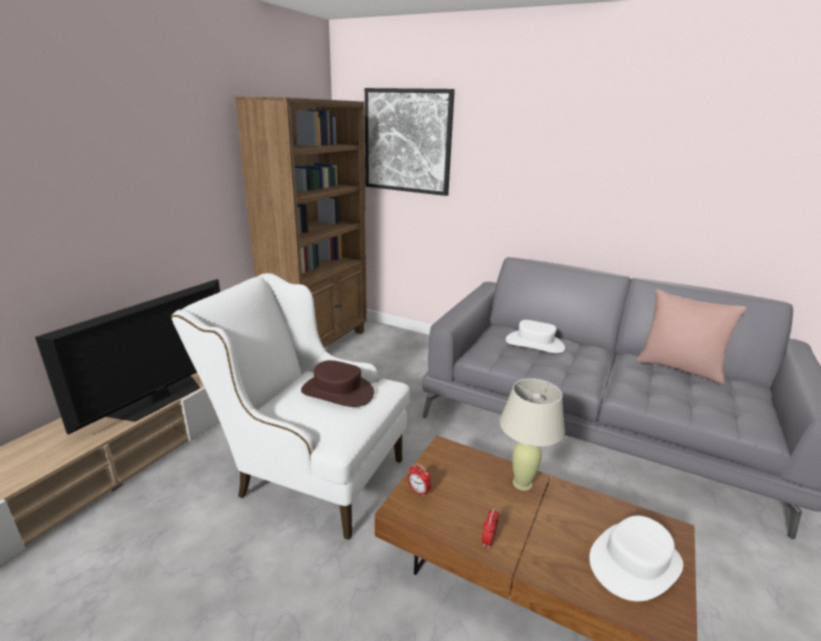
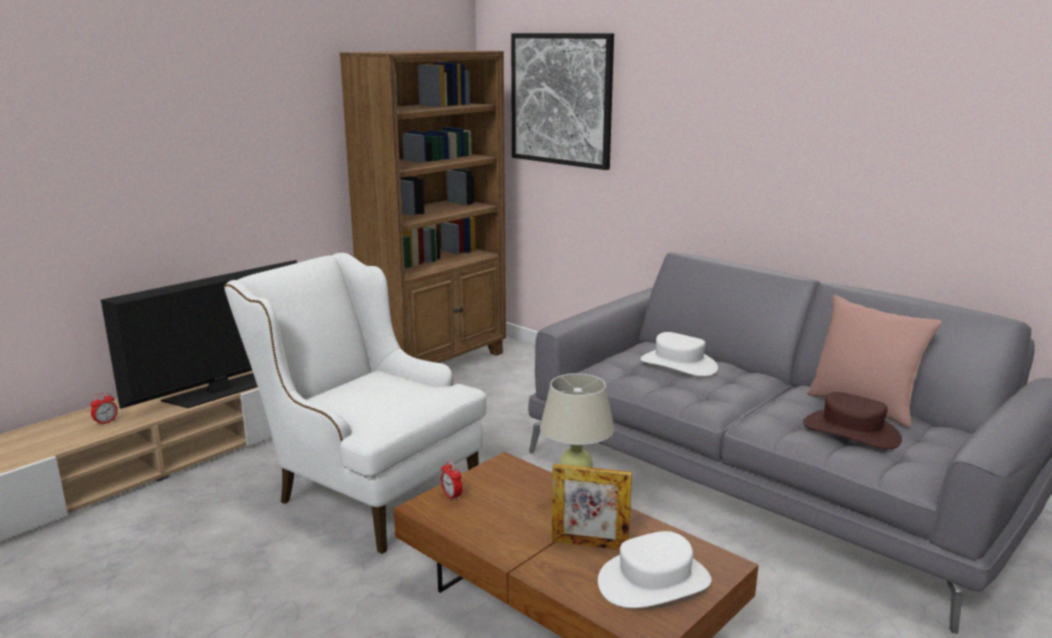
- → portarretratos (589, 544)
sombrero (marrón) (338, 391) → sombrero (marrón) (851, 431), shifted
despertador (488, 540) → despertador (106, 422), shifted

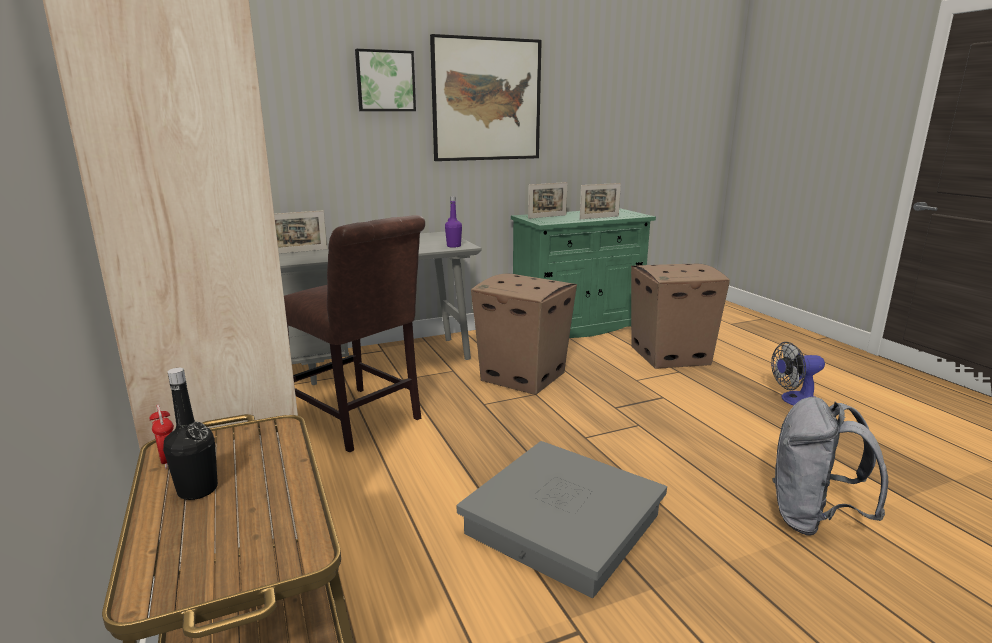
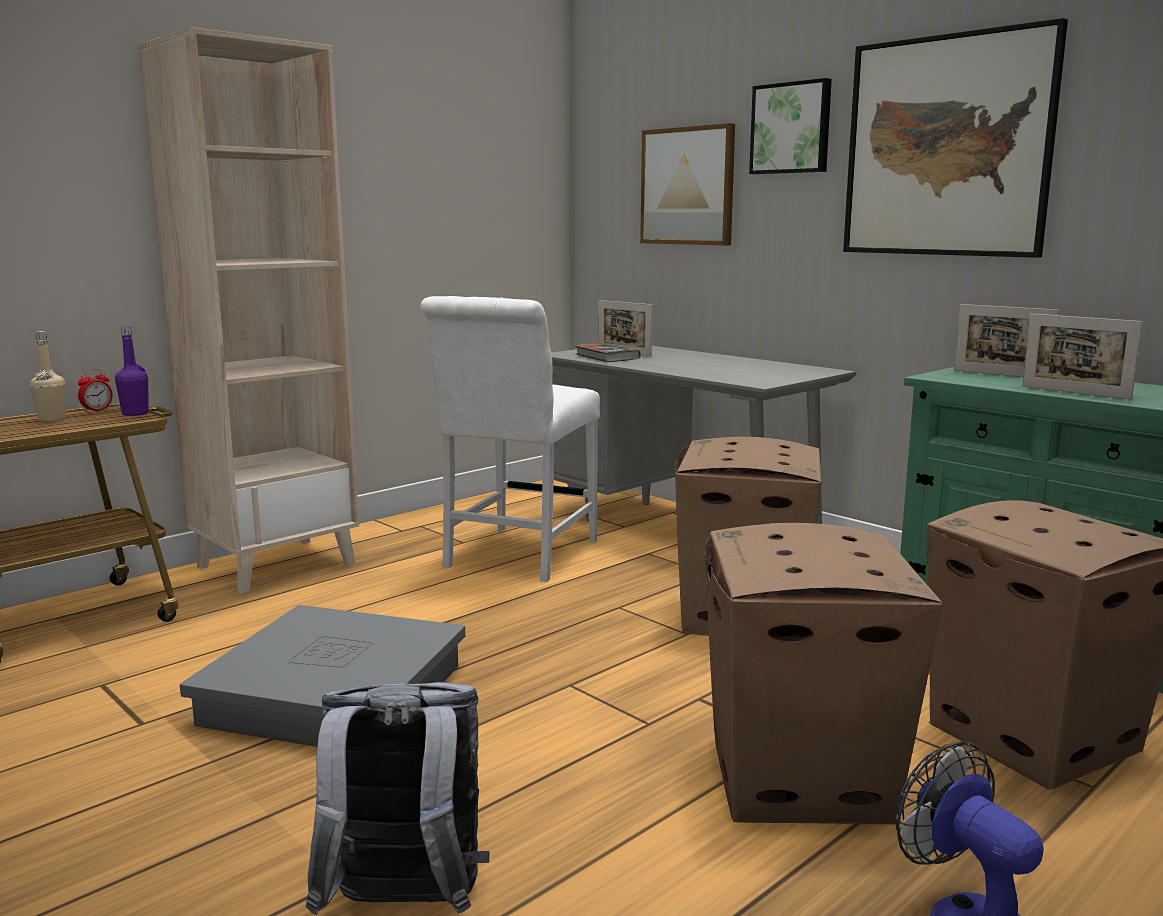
- → libro (607, 357)
- → cuadro (688, 186)
- → caja de cartón (801, 780)
botella (morado) (453, 246) → botella (morado) (135, 413), shifted
botella (negro) (197, 490) → botella (beis) (52, 420)
silla (marrón) (359, 420) → silla (blanco) (516, 556)

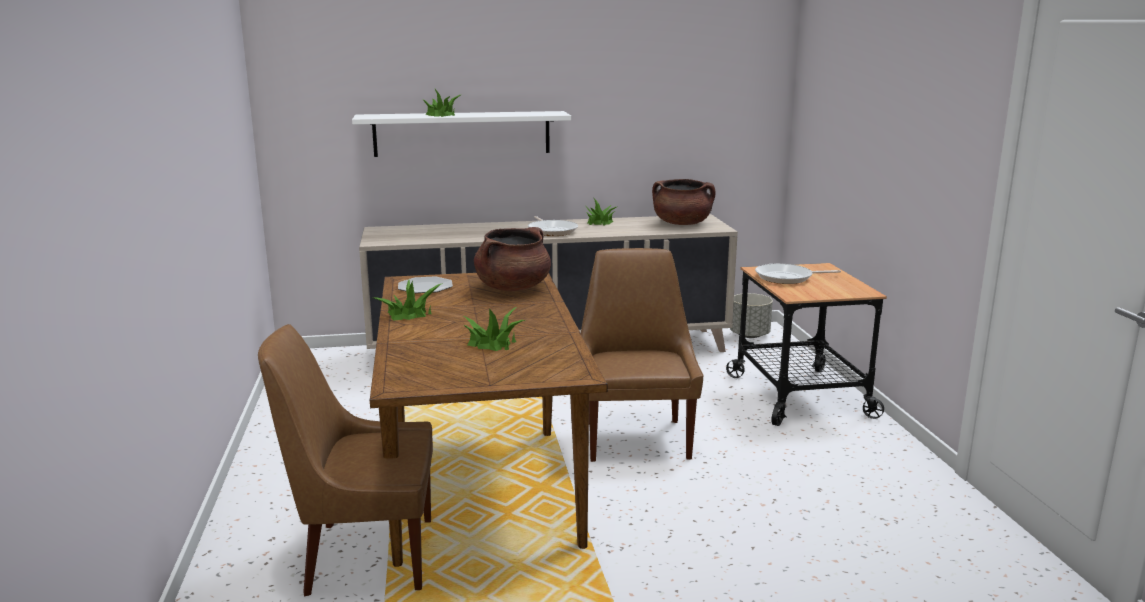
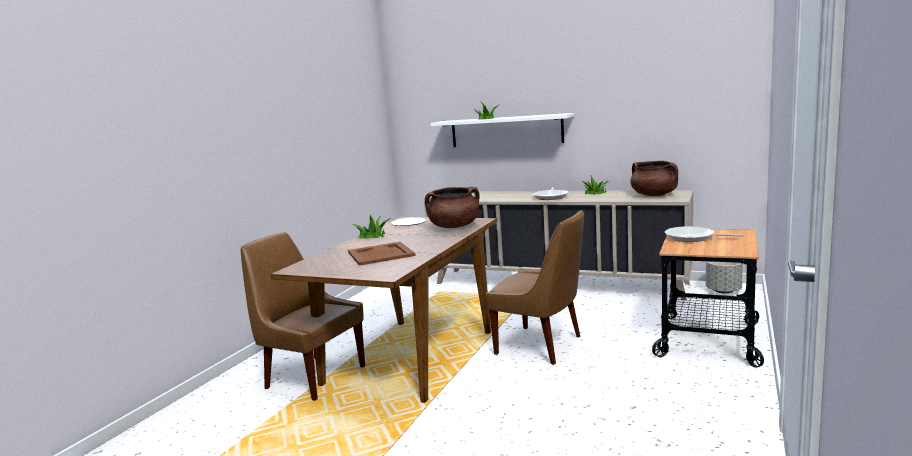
planta en maceta (492, 343) → bandeja (marrón) (380, 254)
silla (marrón) (636, 438) → silla (marrón) (542, 345), 90 degrees clockwise

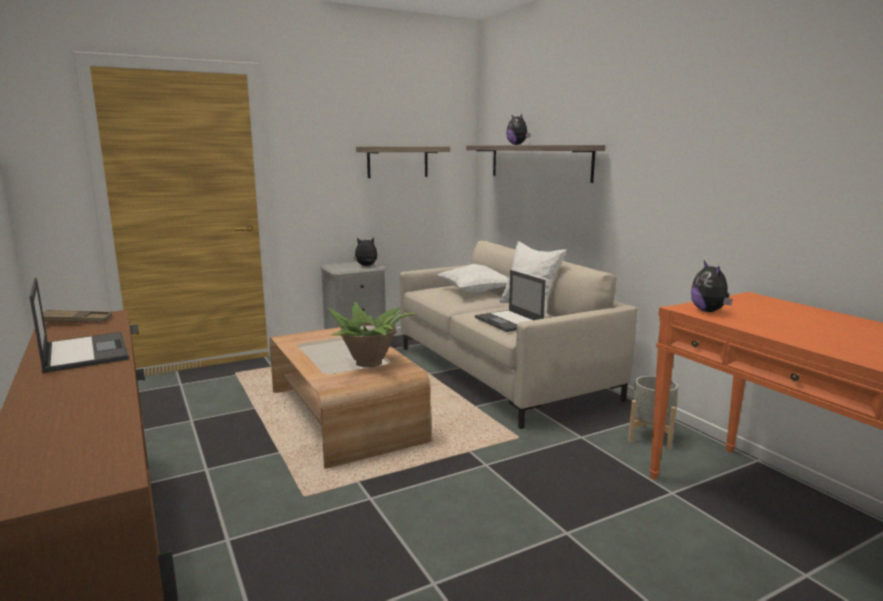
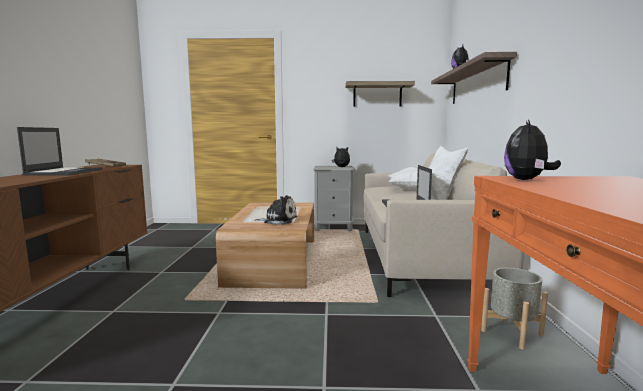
planta en maceta (369, 363) → peluche (278, 220)

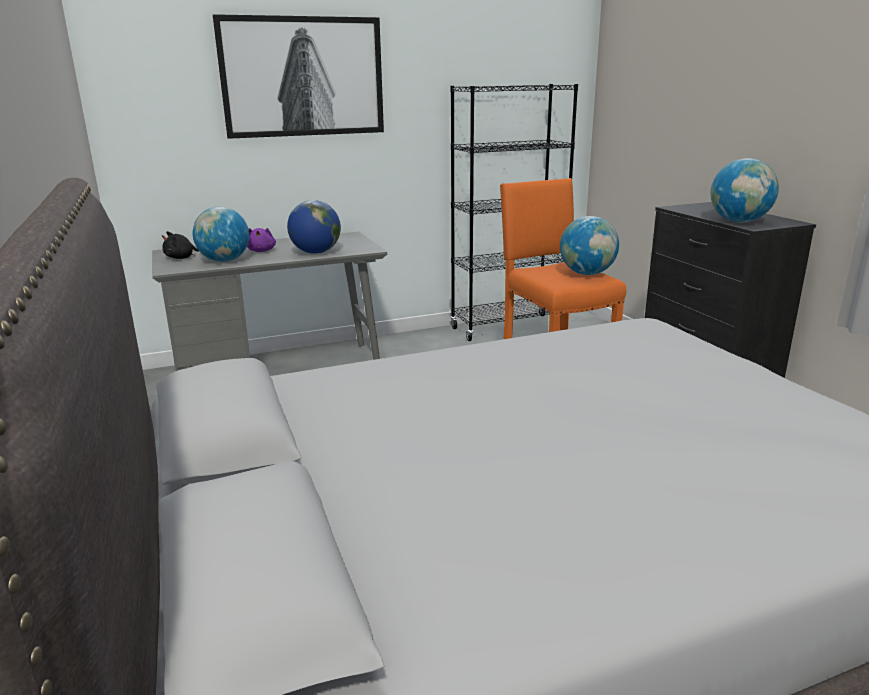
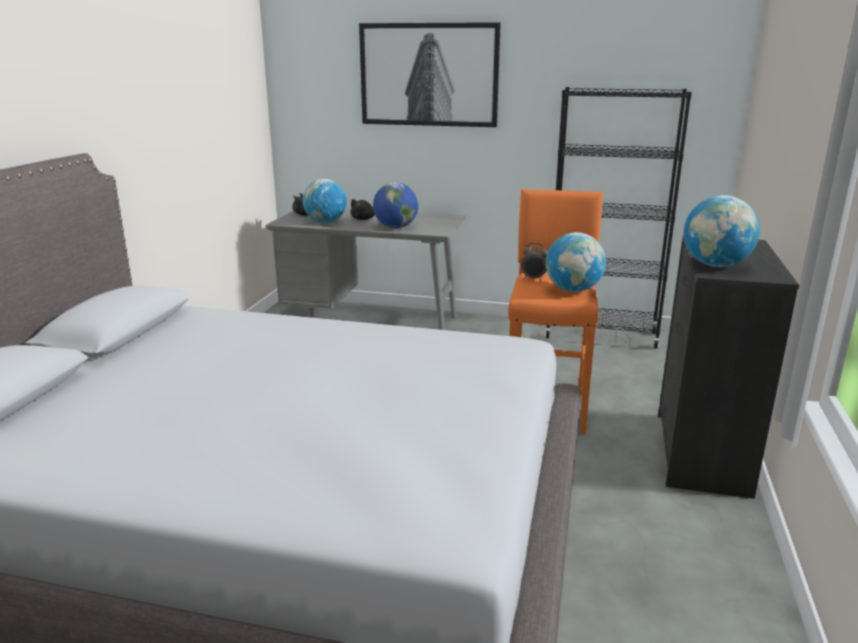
- → despertador (533, 279)
peluche (morado) (261, 251) → peluche (negro) (363, 219)

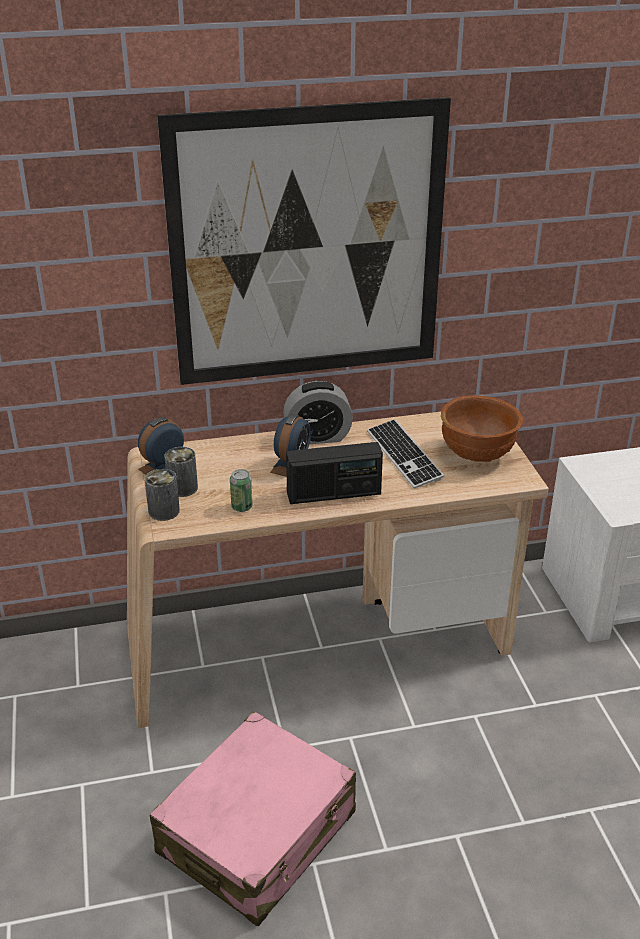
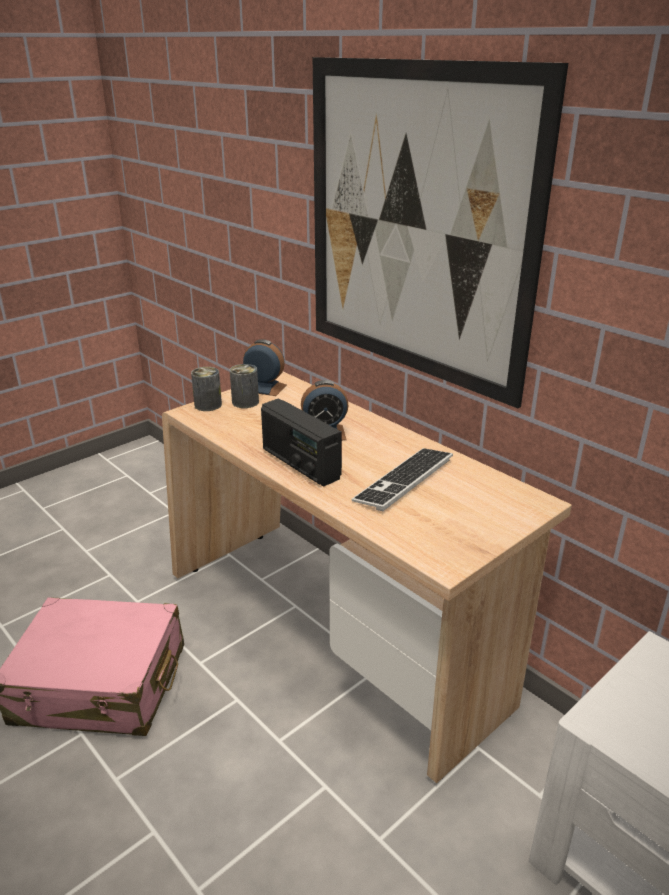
lata (242, 507) → -
despertador (317, 437) → -
cuenco (marrón) (478, 455) → -

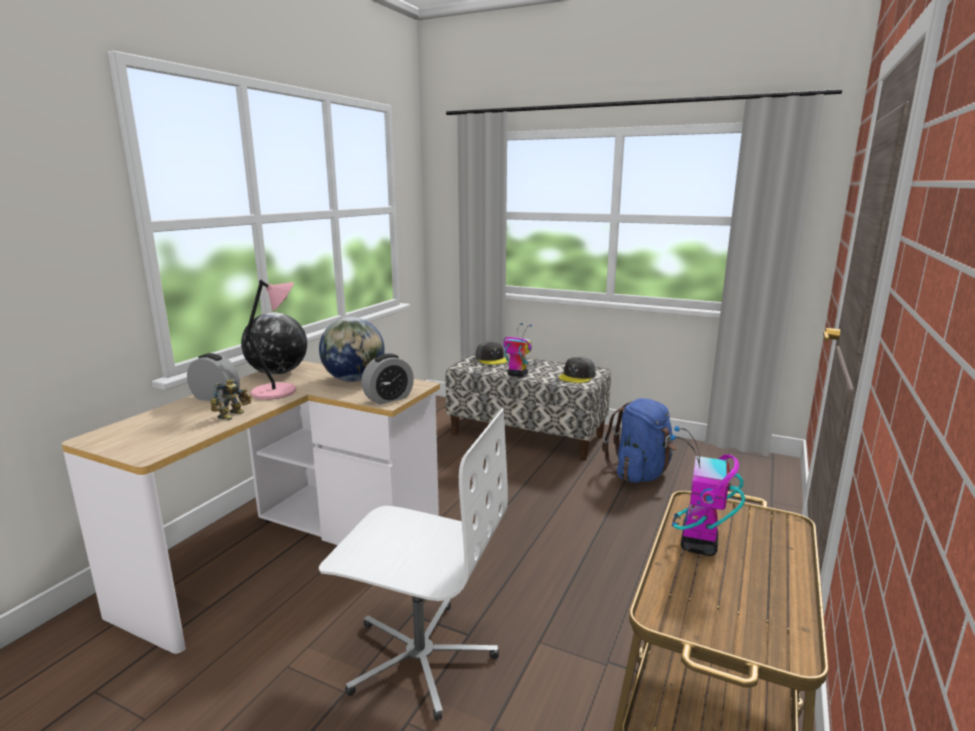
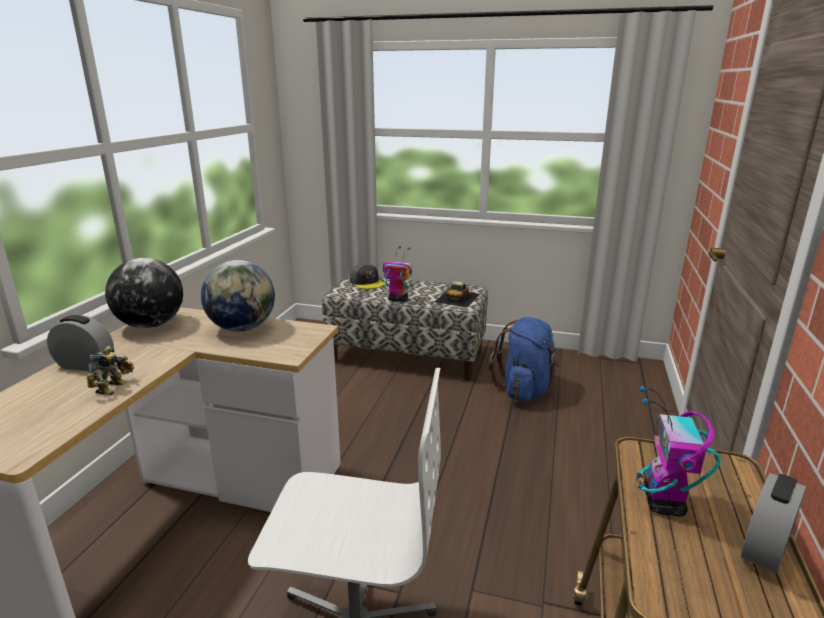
lámpara de mesa (rosa) (277, 392) → -
despertador (388, 398) → despertador (765, 549), shifted
gorra (gris) (577, 376) → coche de juguete (458, 297)

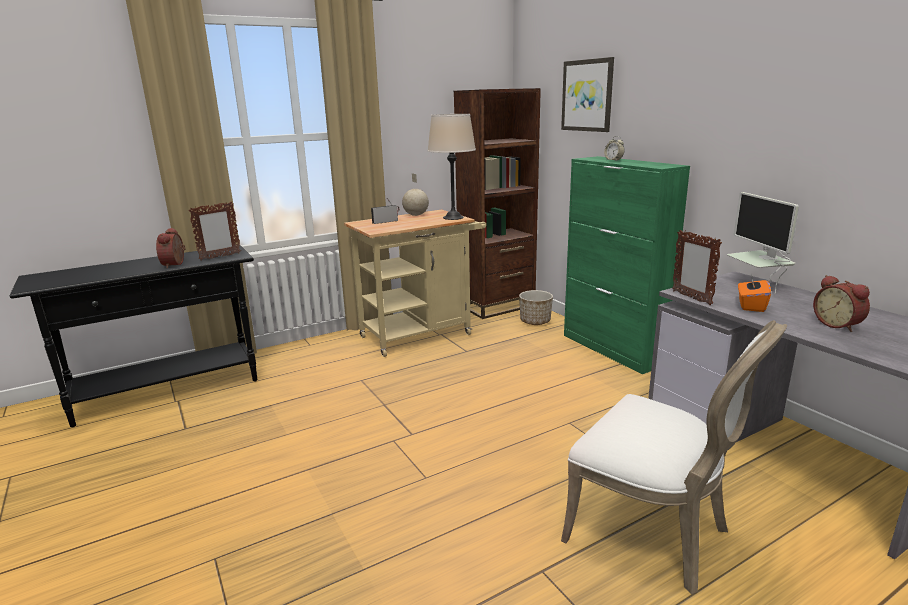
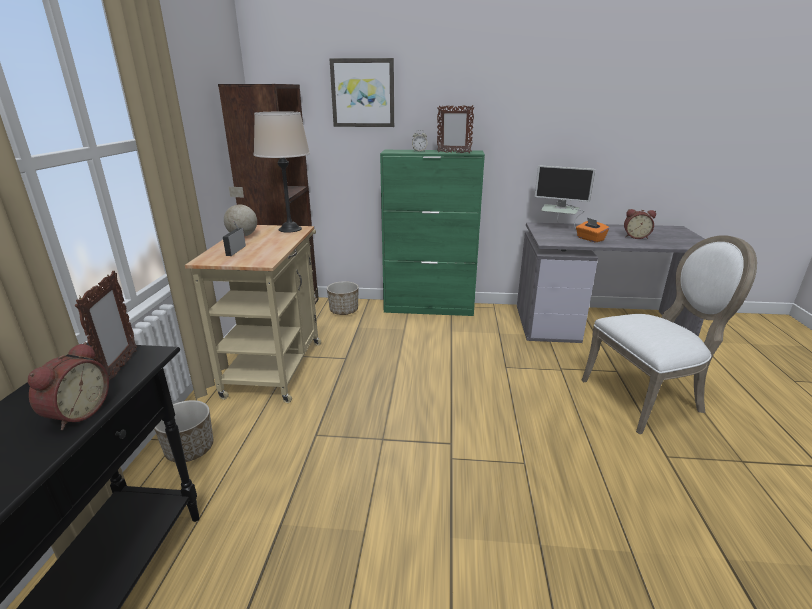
- → maceta (190, 449)
portarretratos (691, 298) → portarretratos (453, 152), shifted
despertador (175, 264) → despertador (77, 413), 105 degrees counterclockwise

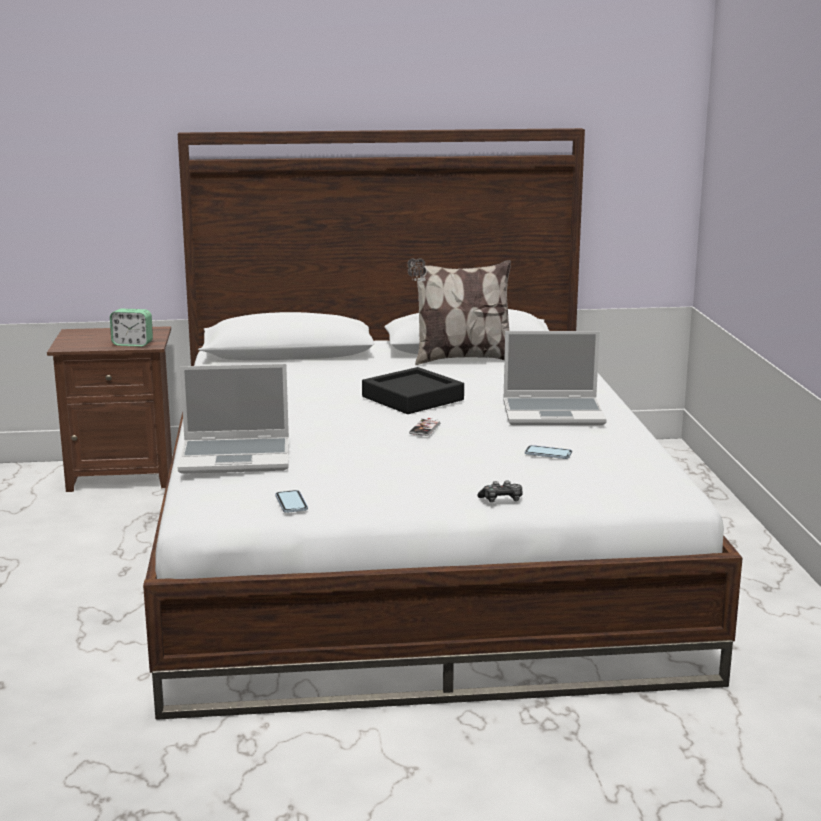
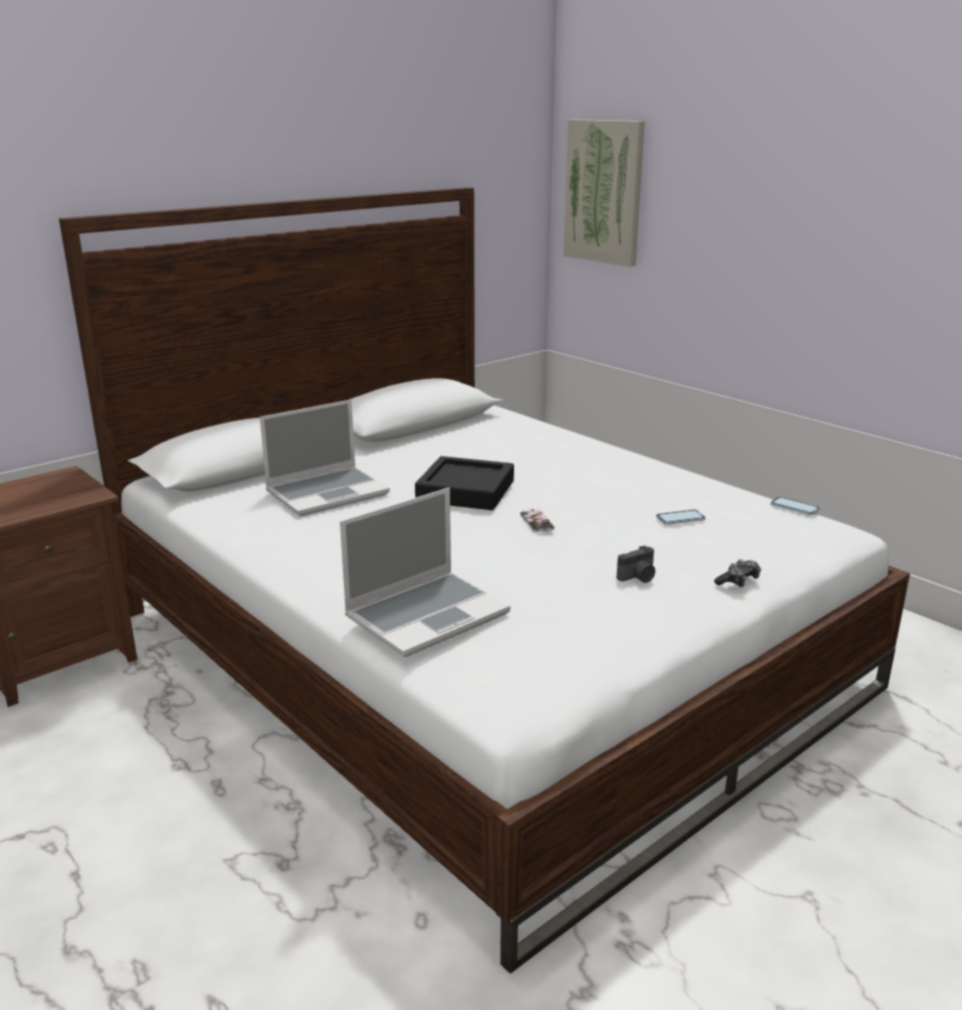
despertador (132, 344) → -
cojín (461, 359) → -
- → cuadro (604, 192)
- → cámara (638, 577)
móvil (291, 503) → móvil (794, 507), shifted
portátil (554, 413) → portátil (328, 492), shifted

